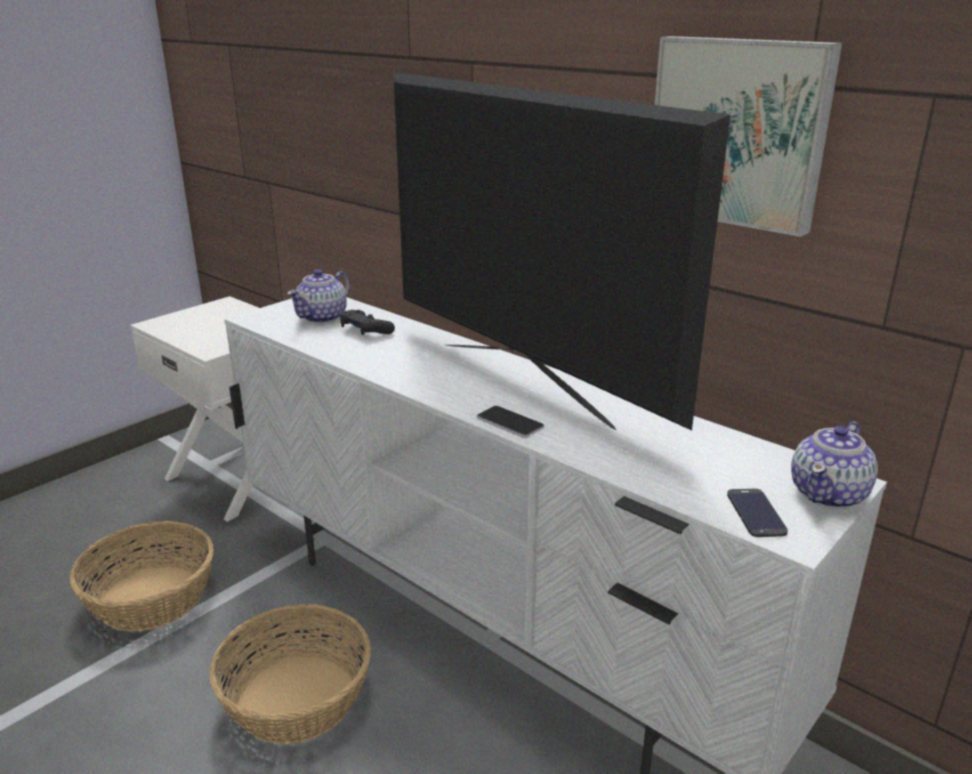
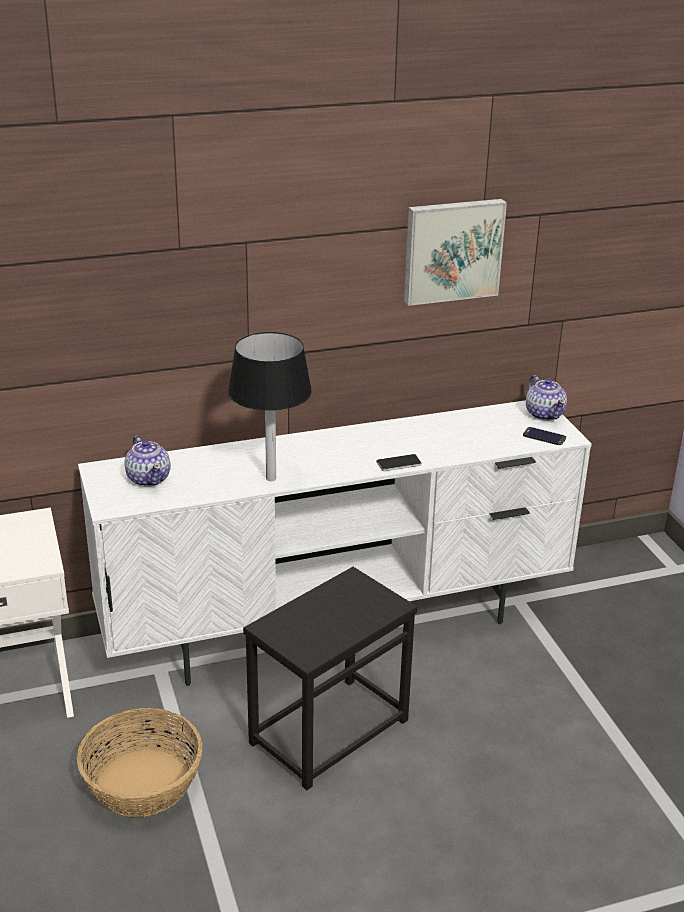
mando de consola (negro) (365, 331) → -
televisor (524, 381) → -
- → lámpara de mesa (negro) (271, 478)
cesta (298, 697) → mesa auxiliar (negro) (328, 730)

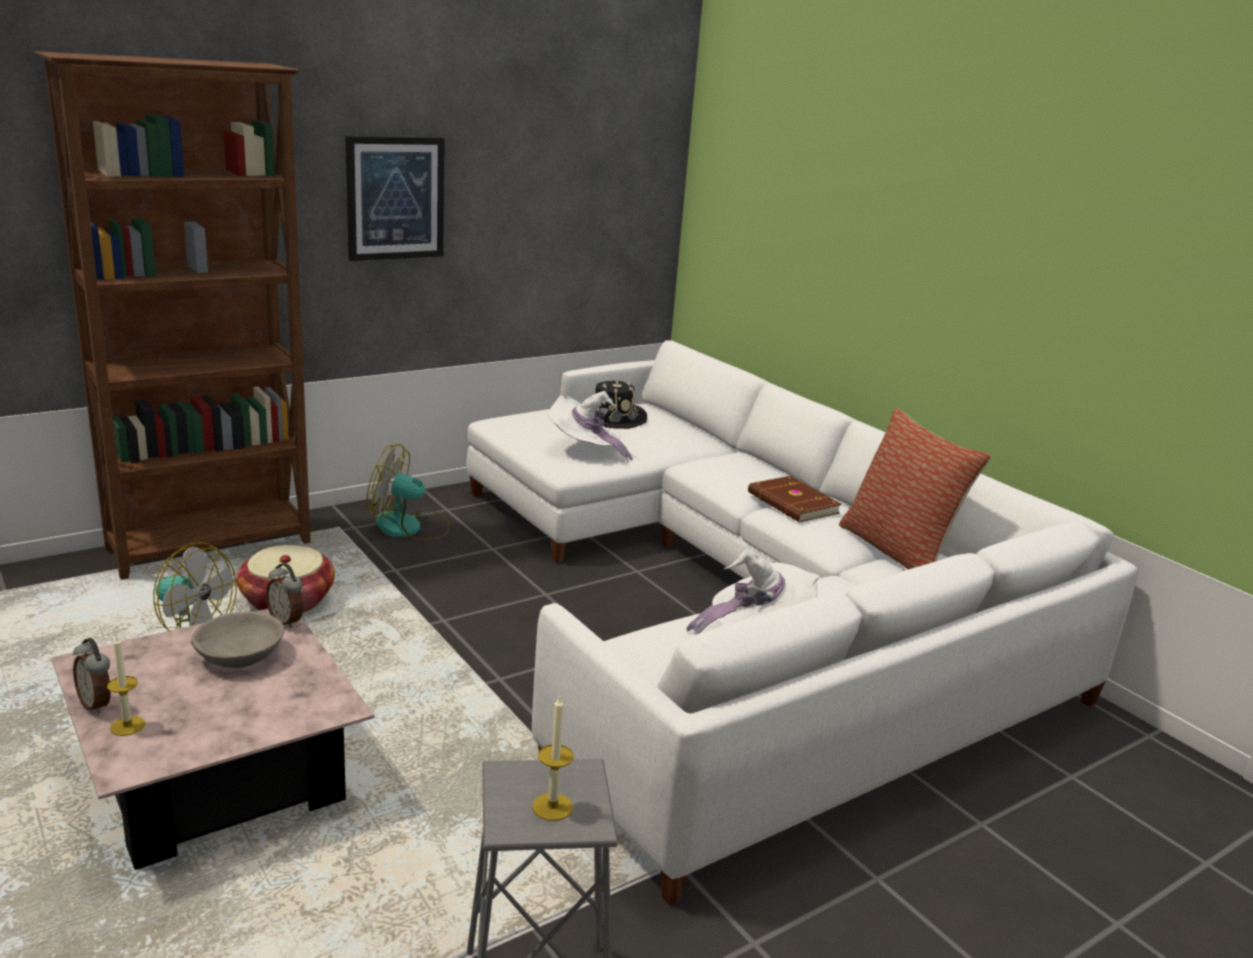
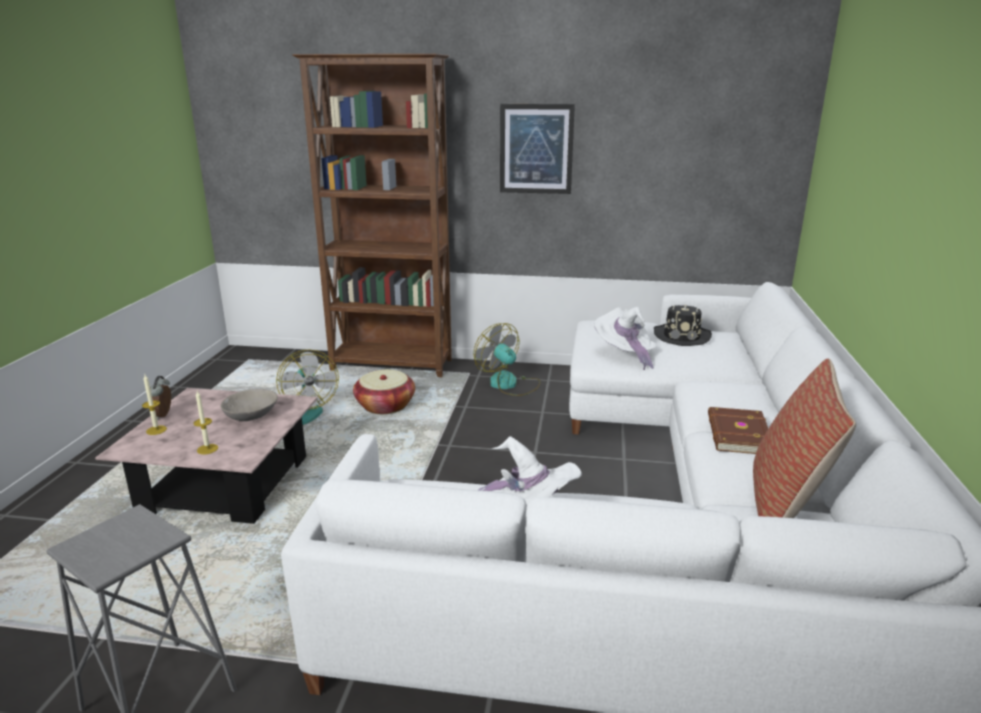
despertador (287, 621) → -
vela (552, 807) → vela (207, 449), shifted

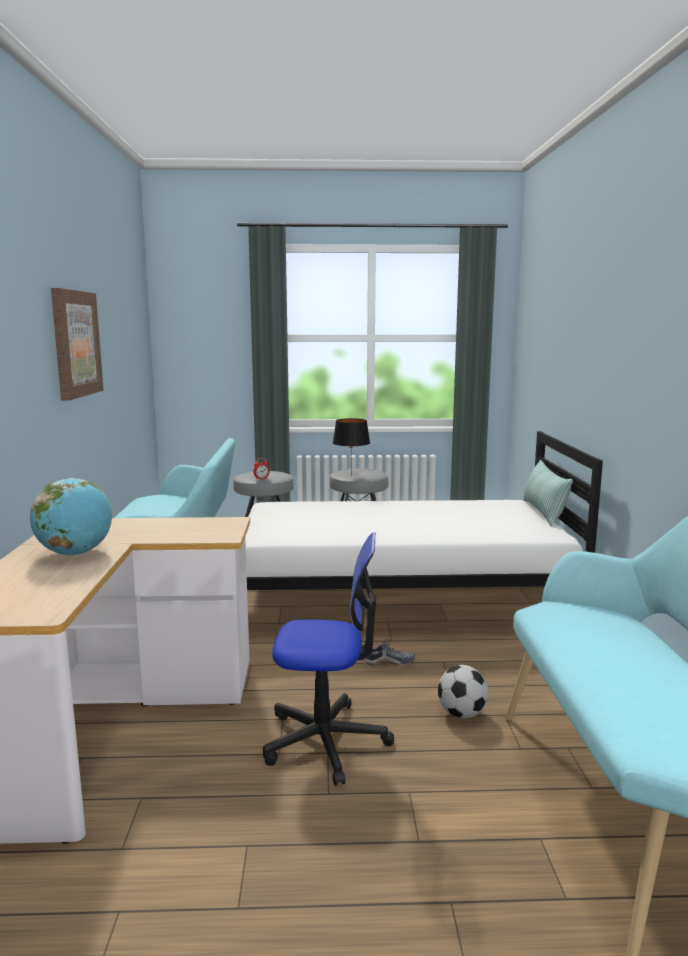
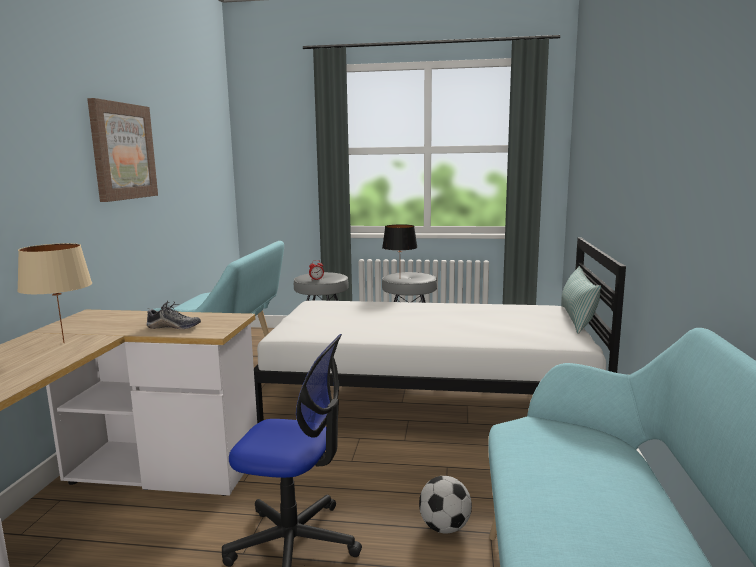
zapato (390, 662) → zapato (174, 327), shifted
globo terráqueo (75, 553) → lámpara de mesa (beis) (64, 343)

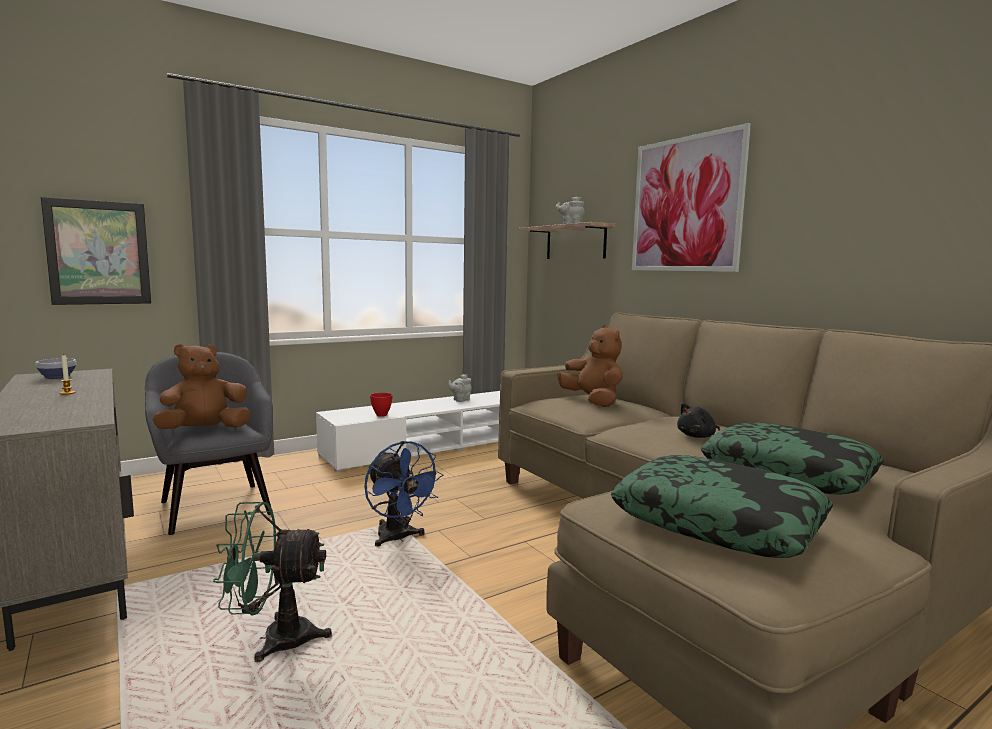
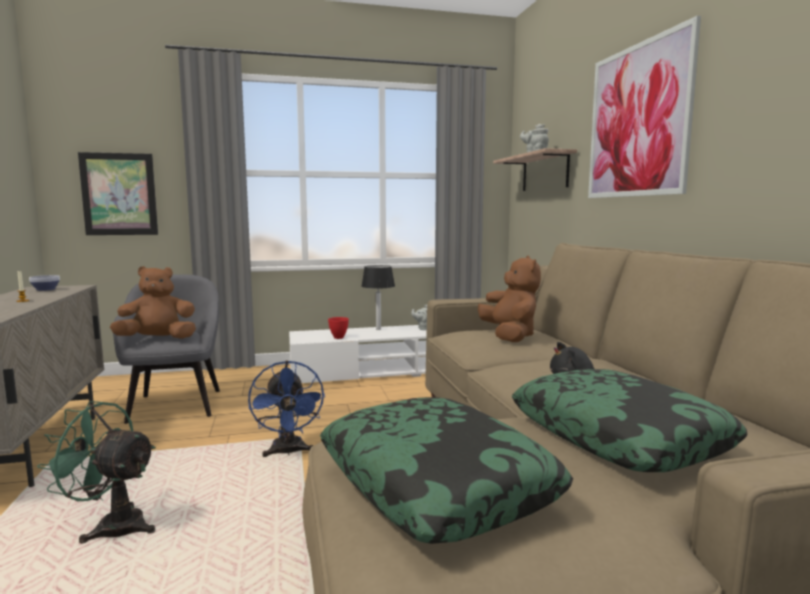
- → lámpara de mesa (378, 329)

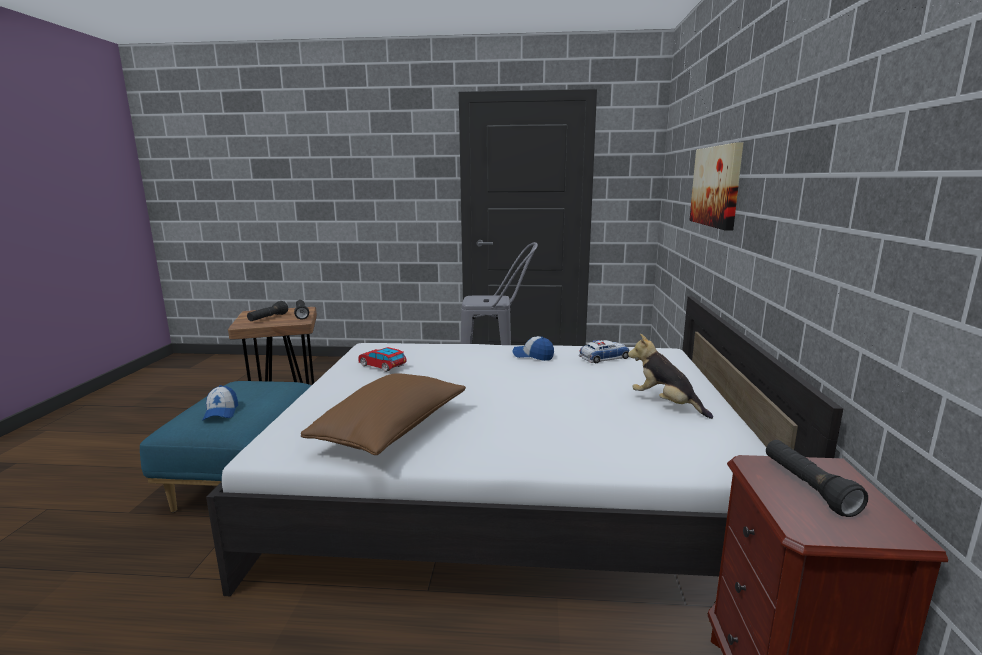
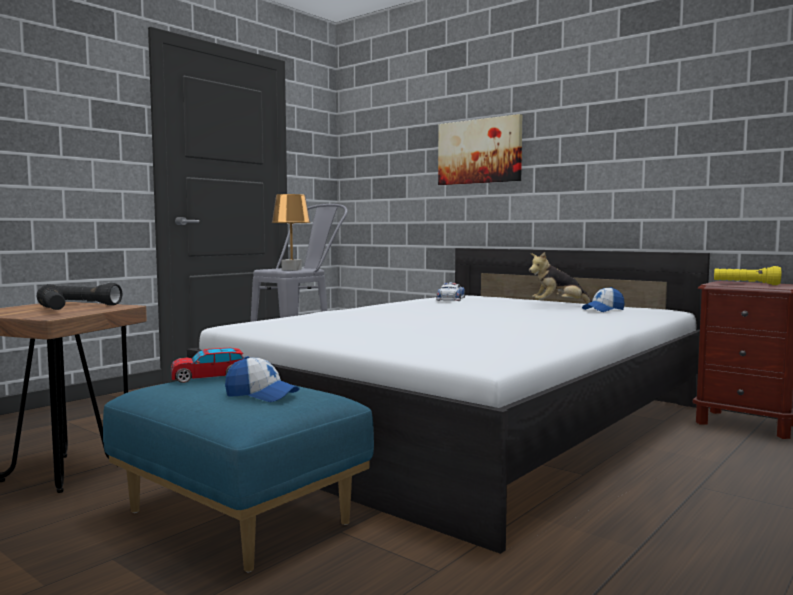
cojín (marrón) (392, 431) → -
- → lámpara de mesa (marrón) (291, 269)
coche de juguete (382, 366) → coche de juguete (209, 378), shifted
gorra (533, 356) → gorra (603, 310), shifted
linterna (negro) (807, 487) → linterna (amarillo) (746, 284)

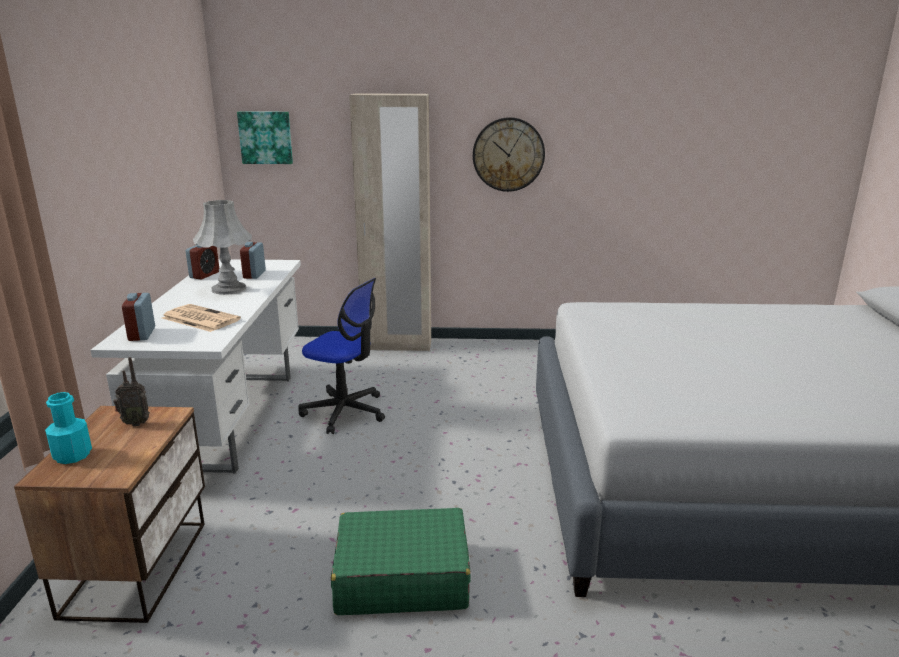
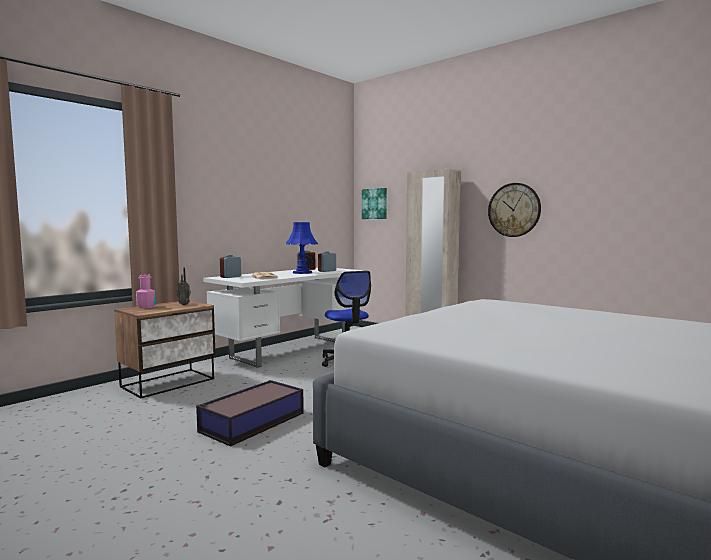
maleta (verde) (401, 577) → caja de almacenaje (251, 422)
botella (turquesa) (72, 455) → botella (rosa) (146, 307)
lámpara de mesa (gris) (229, 289) → lámpara de mesa (azul) (302, 272)

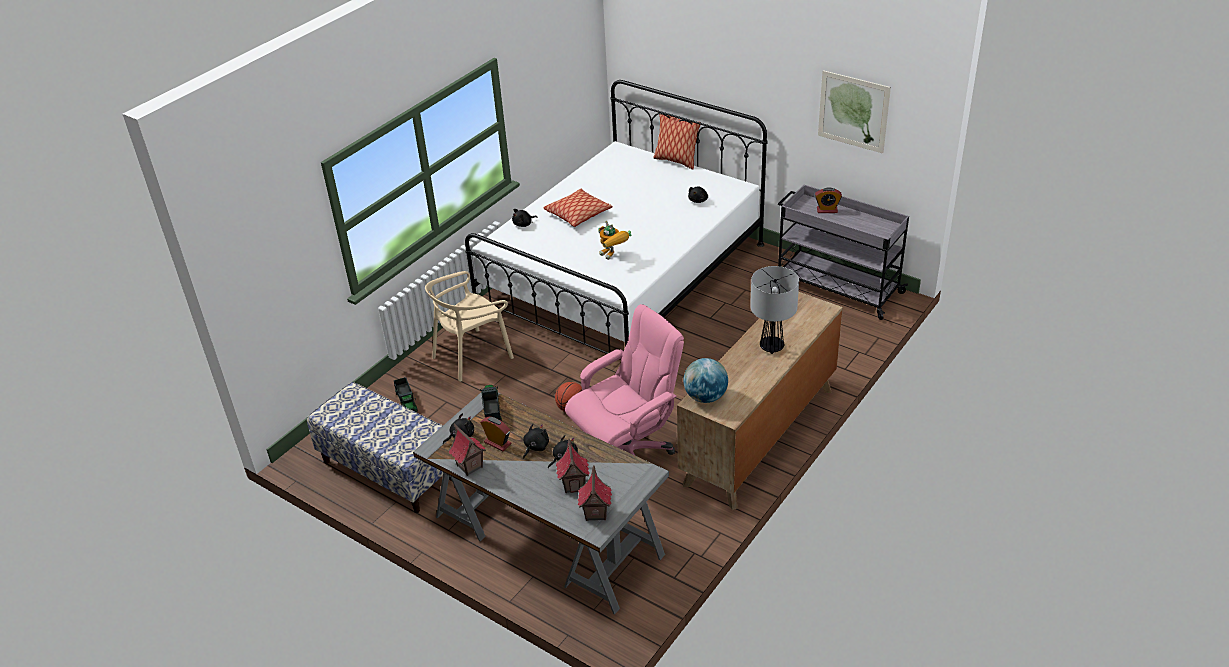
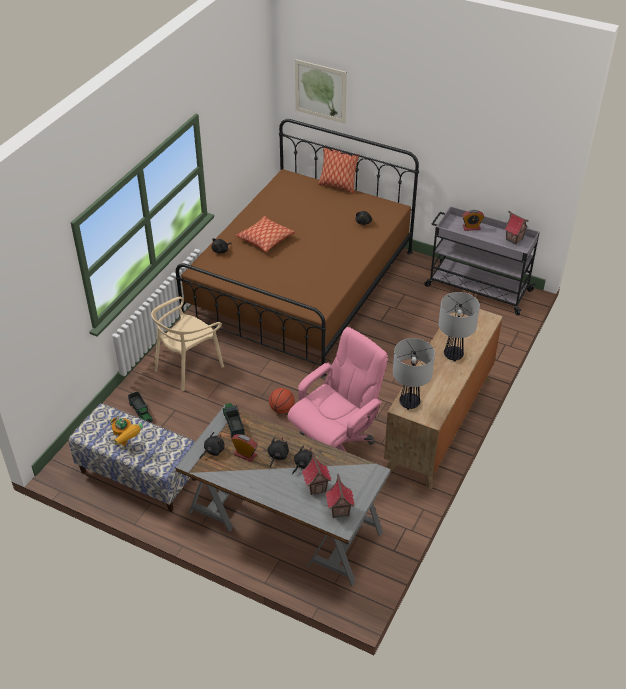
casita (469, 466) → casita (514, 239), shifted
robot de juguete (613, 256) → robot de juguete (127, 445), shifted
cuadro (853, 111) → cuadro (320, 91), shifted
globo terráqueo (705, 397) → lámpara de mesa (409, 403)
cama (blanco) (622, 276) → cama (marrón) (301, 287)

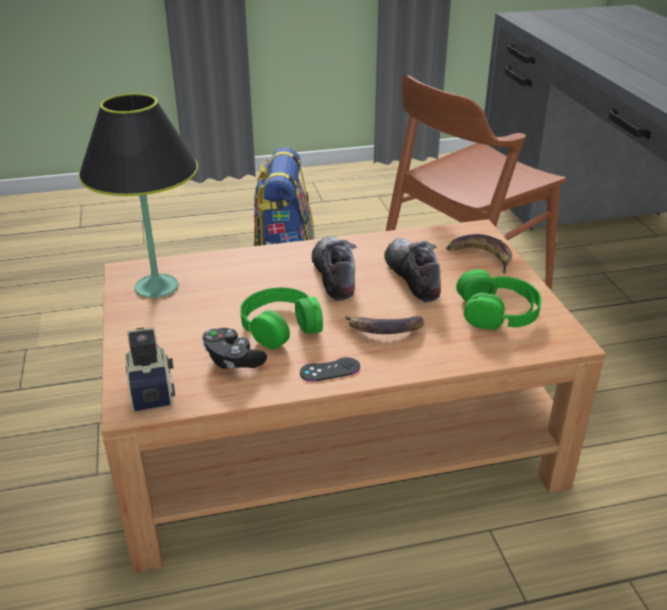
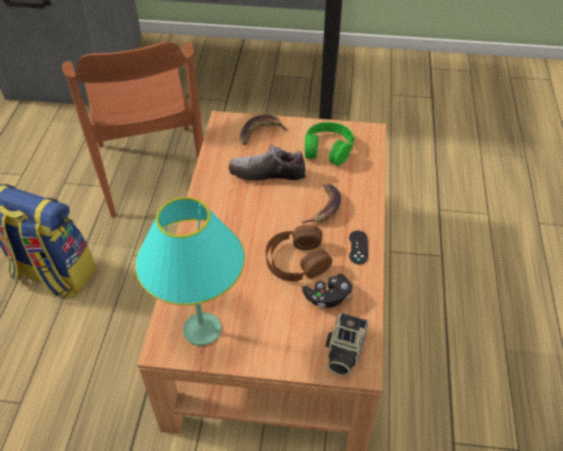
zapato (335, 274) → -
lámpara de mesa (negro) (157, 287) → lámpara de mesa (turquesa) (202, 329)
auriculares (verde) (281, 326) → auriculares (marrón) (296, 260)
cámara (153, 388) → cámara (343, 351), 75 degrees counterclockwise

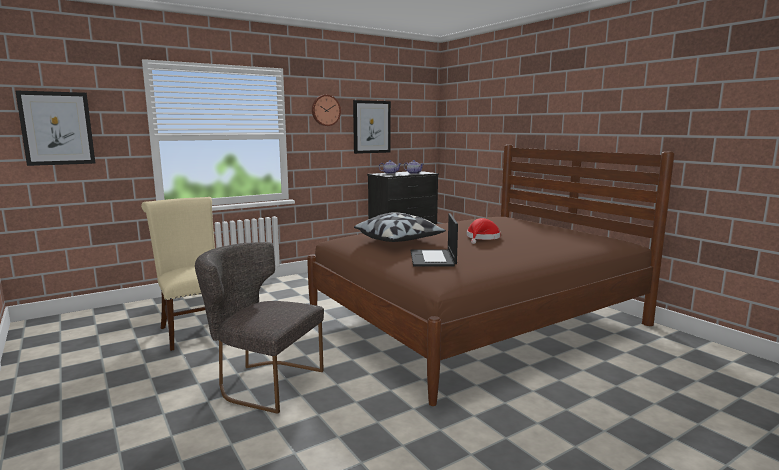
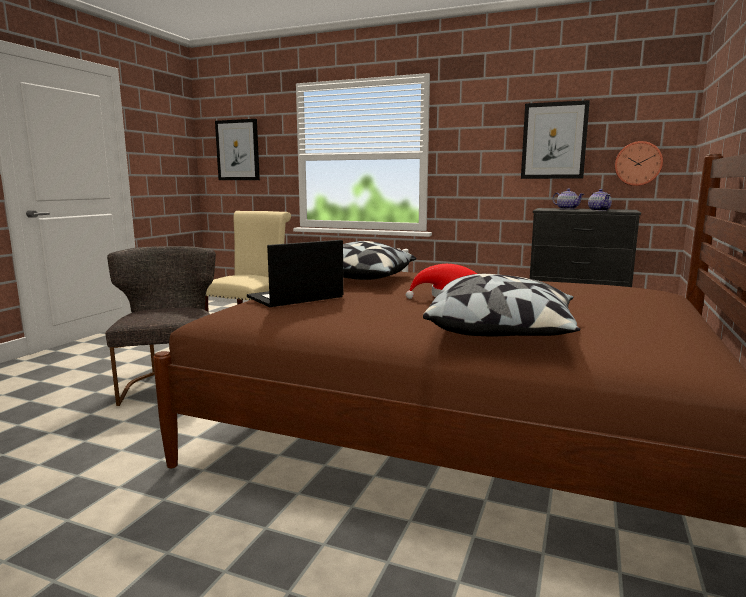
- → cojín (502, 332)
reloj de pared (325, 110) → reloj de pared (638, 163), shifted

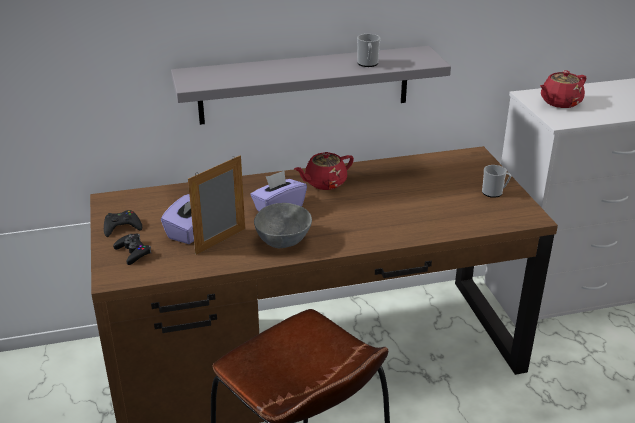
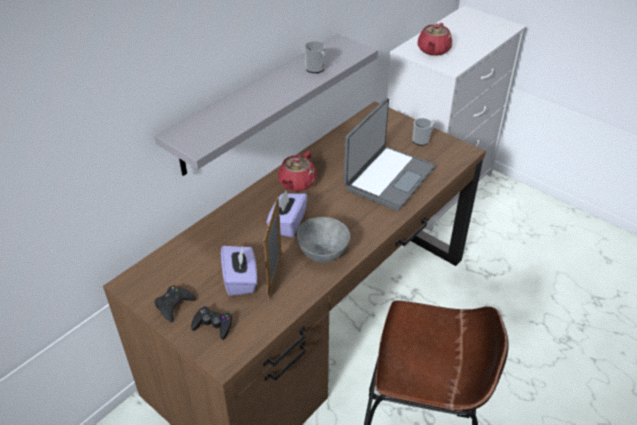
- → portátil (388, 178)

